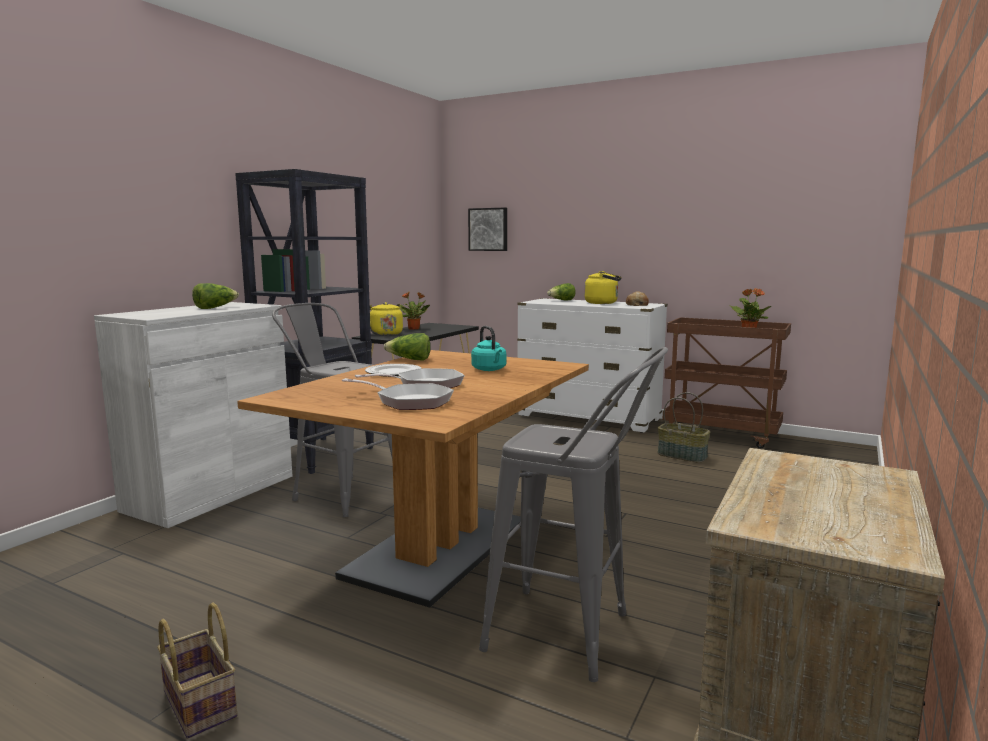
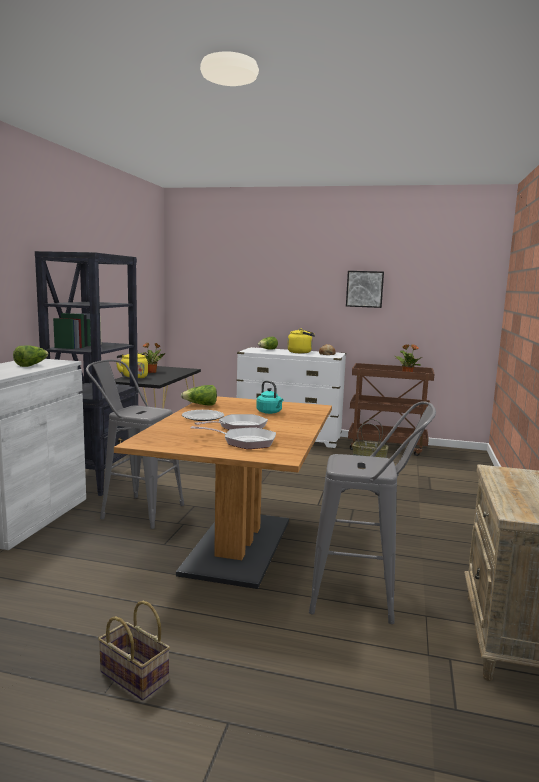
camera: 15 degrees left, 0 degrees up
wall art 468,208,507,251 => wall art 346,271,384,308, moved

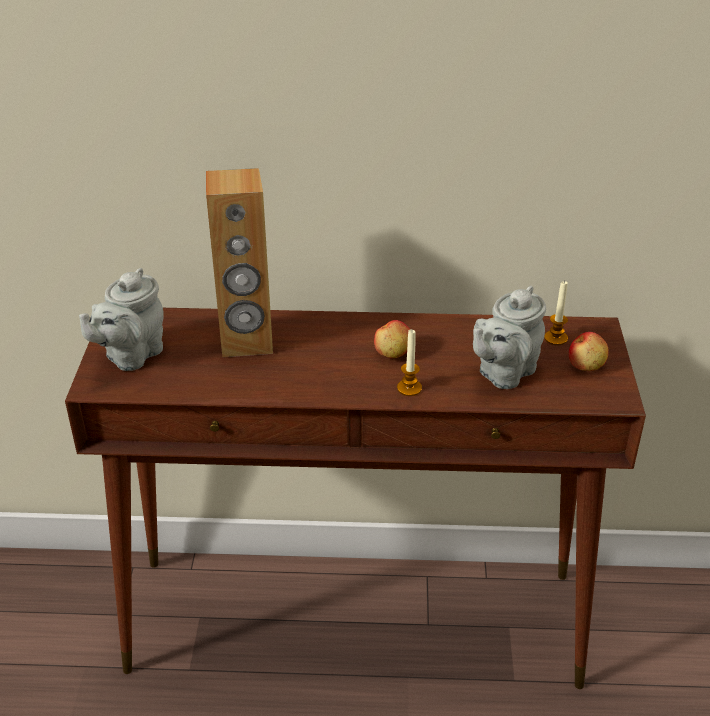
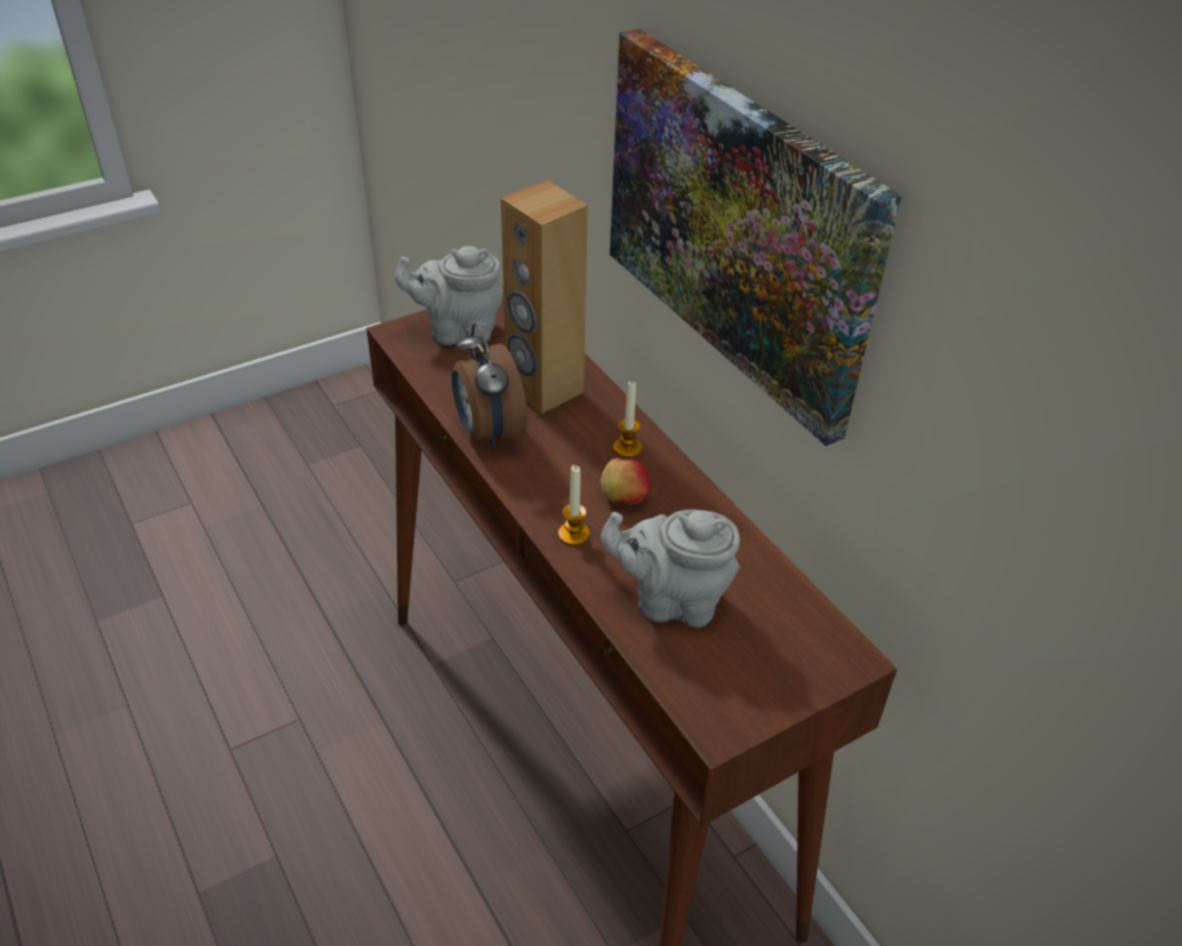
camera: 55 degrees right, 5 degrees up
wax light 544,281,568,345 => wax light 613,381,642,458, moved
apple fruit 569,332,609,371 => nothing
nothing => wall art 610,28,902,446
nothing => alarm clock 452,324,528,449

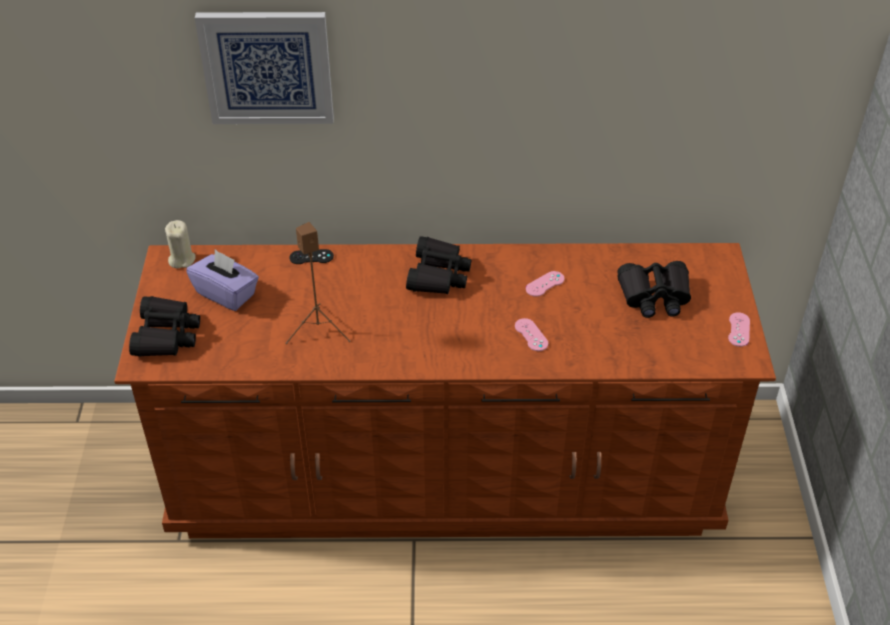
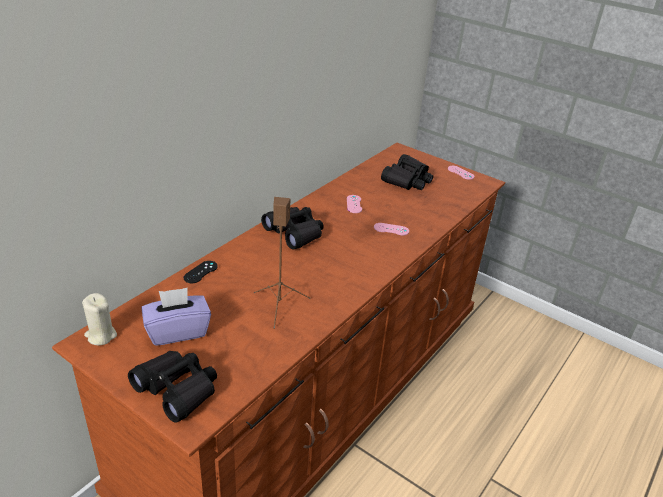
camera: 55 degrees left, 10 degrees down
wall art 195,12,334,124 => nothing

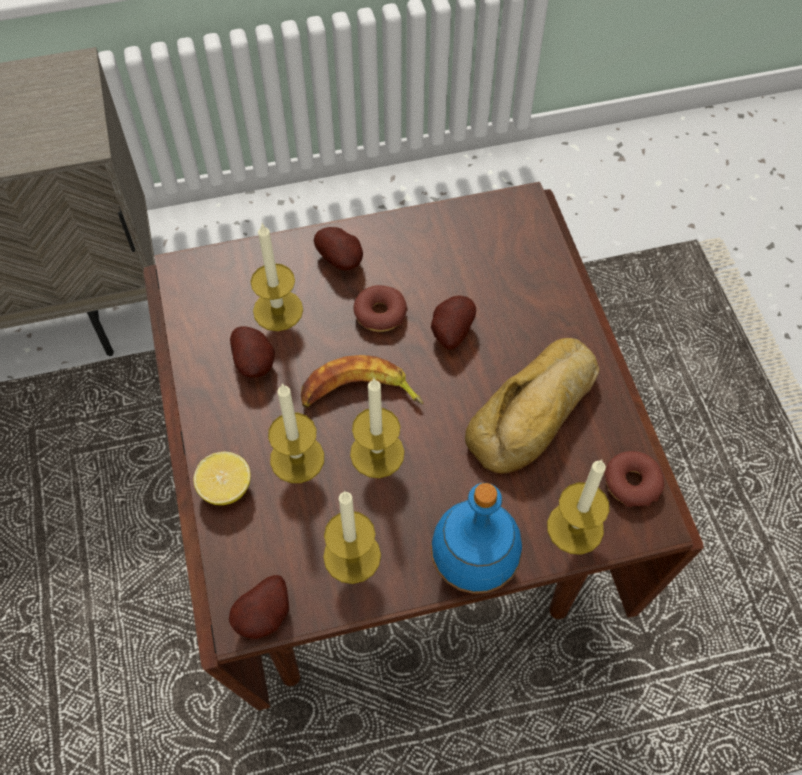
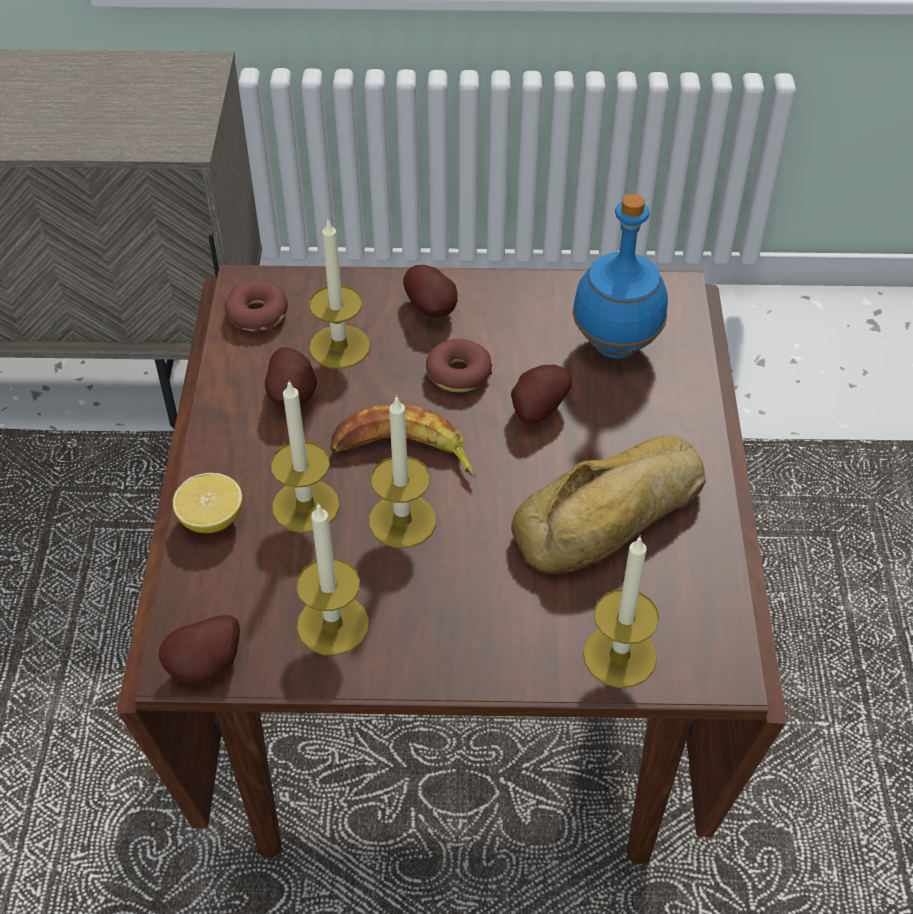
camera: 15 degrees right, 10 degrees down
donut 605,451,664,507 => donut 225,280,288,332, moved
blue drink bottle 431,483,522,594 => blue drink bottle 572,194,668,359, moved

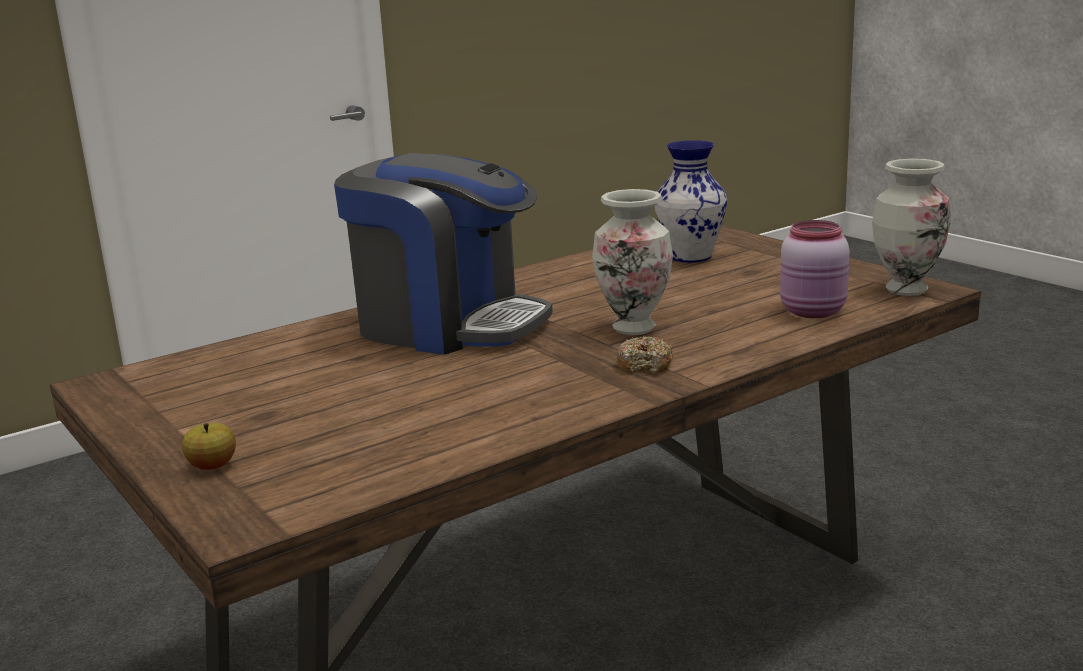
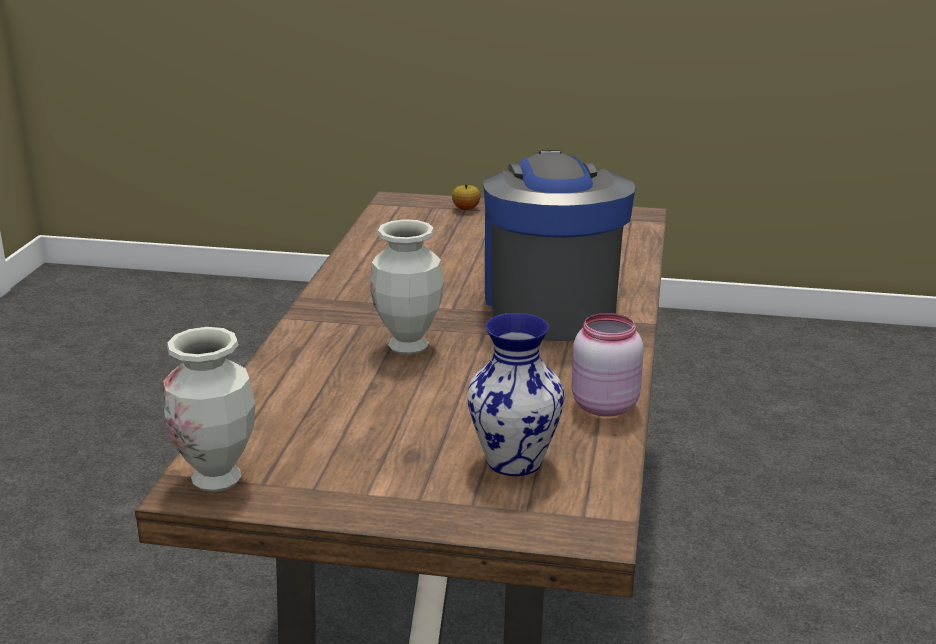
camera: 135 degrees right, 5 degrees up
coffee machine 334,153,553,355 => coffee machine 483,150,635,341, 105 degrees clockwise
pinkish jar 780,220,850,318 => pinkish jar 572,313,644,417, moved
donut 616,336,673,373 => nothing

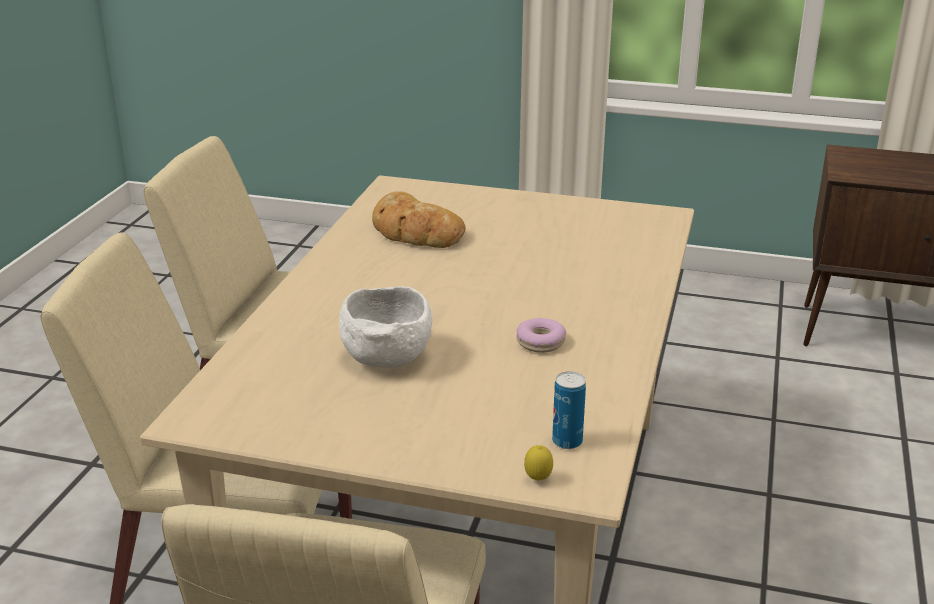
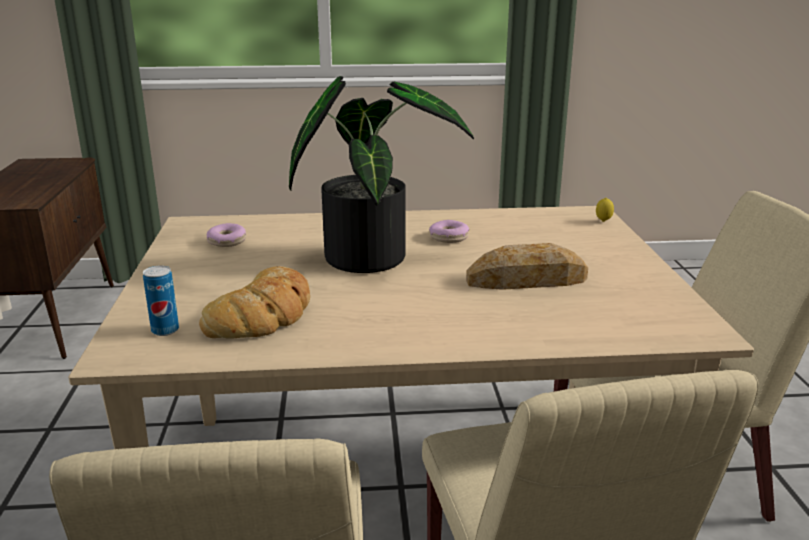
camera: 110 degrees left, 5 degrees down
whitish deep dish 339,286,432,368 => bakery bread 466,243,588,290
metal can 552,371,586,449 => metal can 143,265,179,336, moved
nothing => houseplant 289,76,474,273
nothing => donut 207,223,246,247

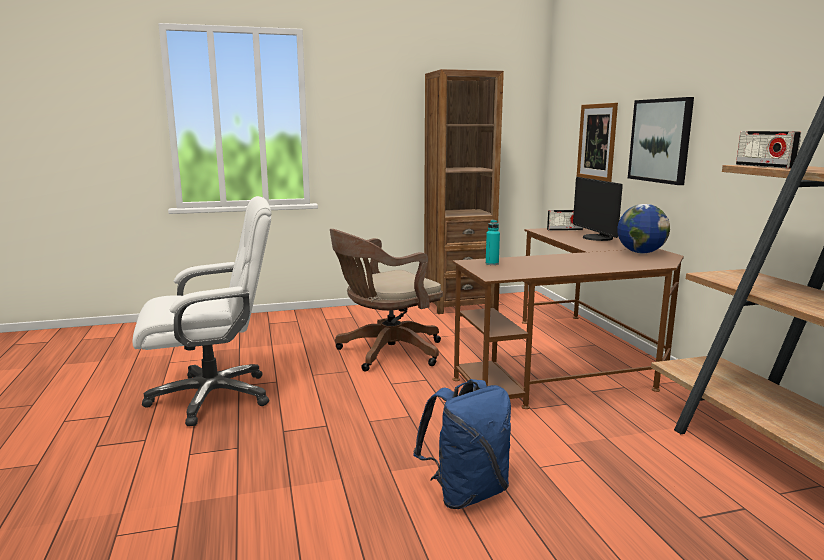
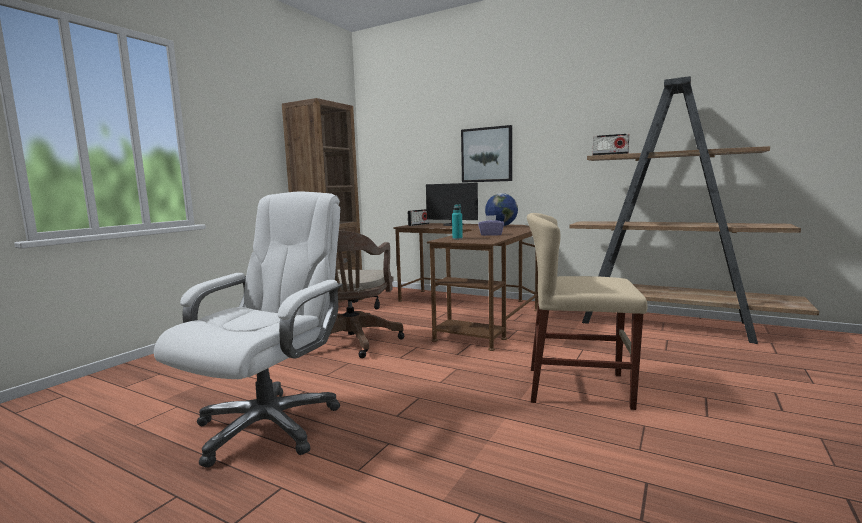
camera: 45 degrees left, 5 degrees down
wall art 577,103,618,182 => nothing
blue knapsack 413,379,511,509 => beige chair 527,213,647,410
nothing => purple-coloured box of tissues 478,215,504,236

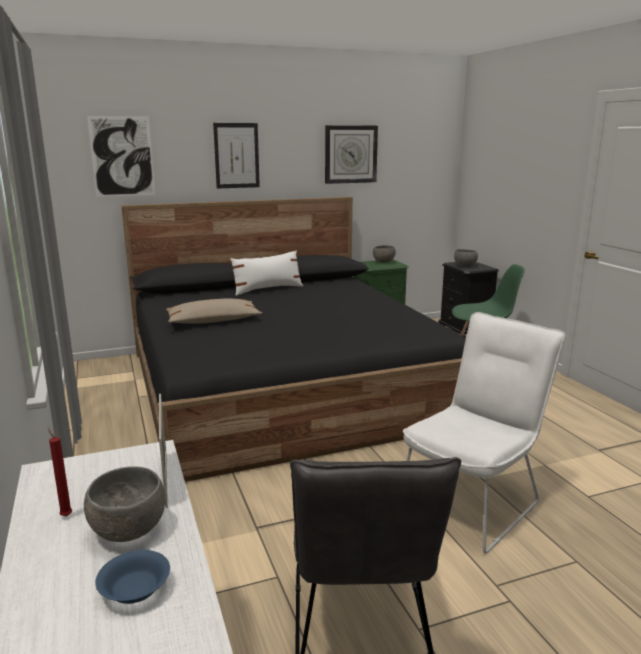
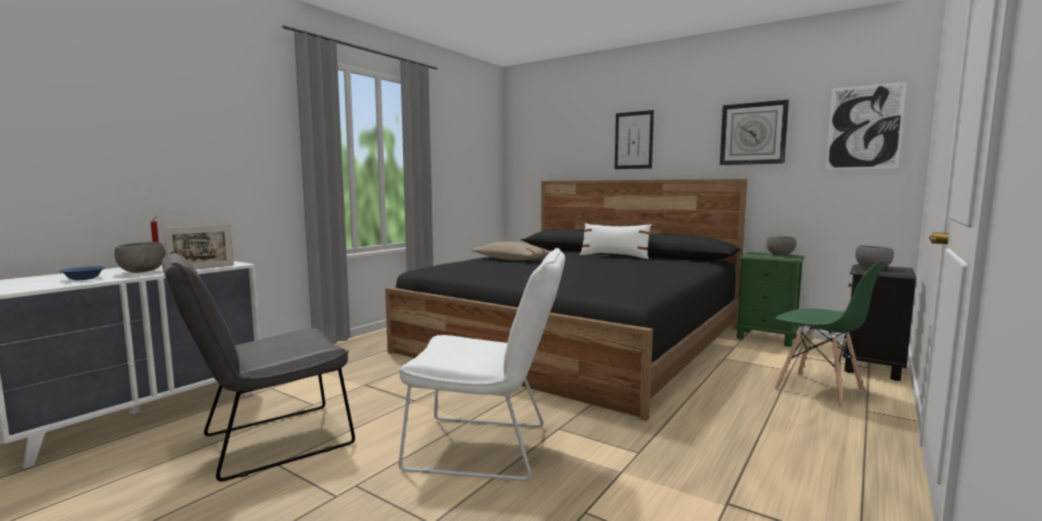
camera: 55 degrees right, 10 degrees down
wall art 87,116,155,197 => wall art 826,82,906,169, moved

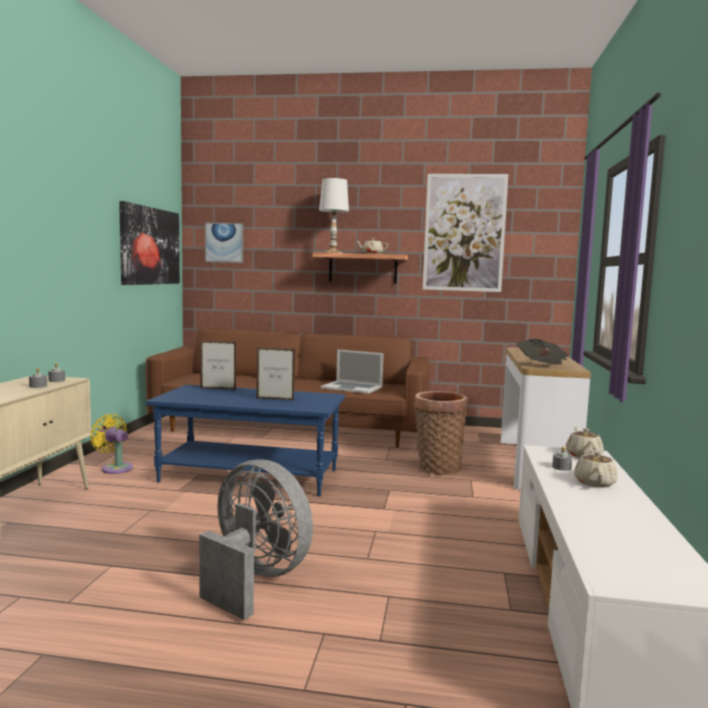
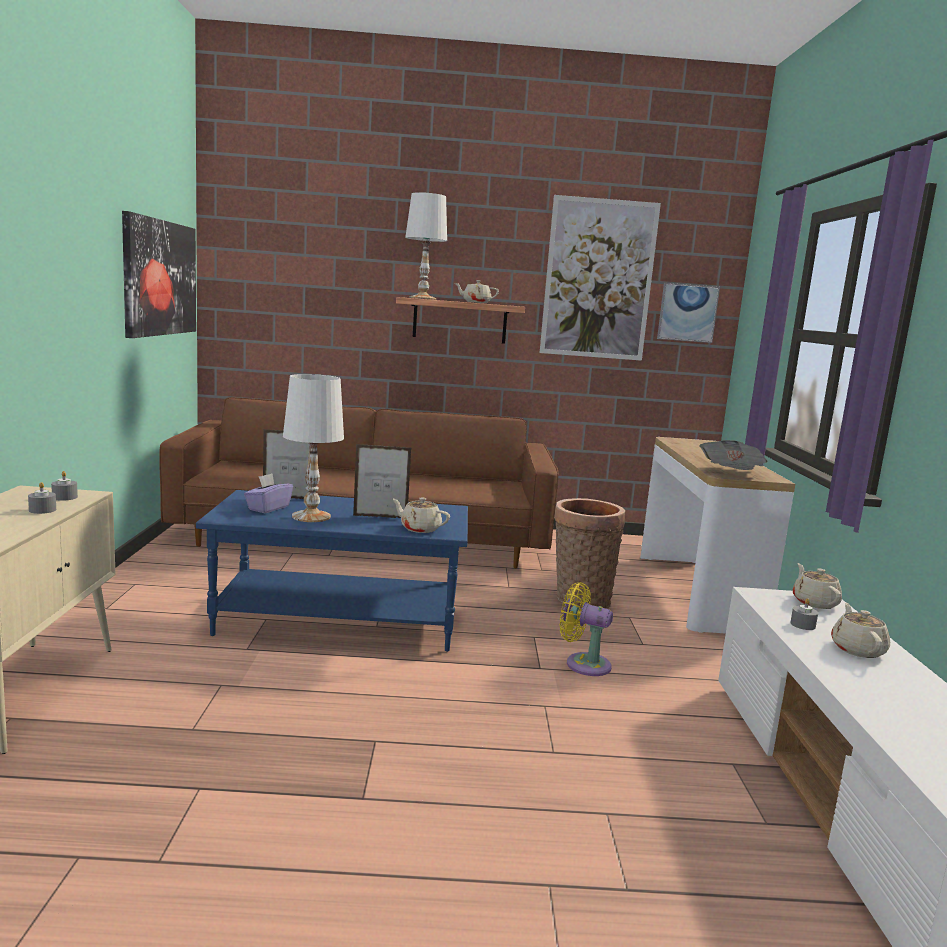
camera: 10 degrees left, 5 degrees up
wall art 205,223,243,263 => wall art 657,283,720,343, moved
portable computer 321,349,383,394 => nothing
yellow-coloured cooling fan 90,414,133,474 => yellow-coloured cooling fan 559,582,613,676, moved
gray cooling fan 199,459,313,620 => nothing
nothing => whitish lamp for a table 283,374,344,522
nothing => purple-coloured box of tissues 244,473,293,513
nothing => beige tea pot 392,497,450,533

